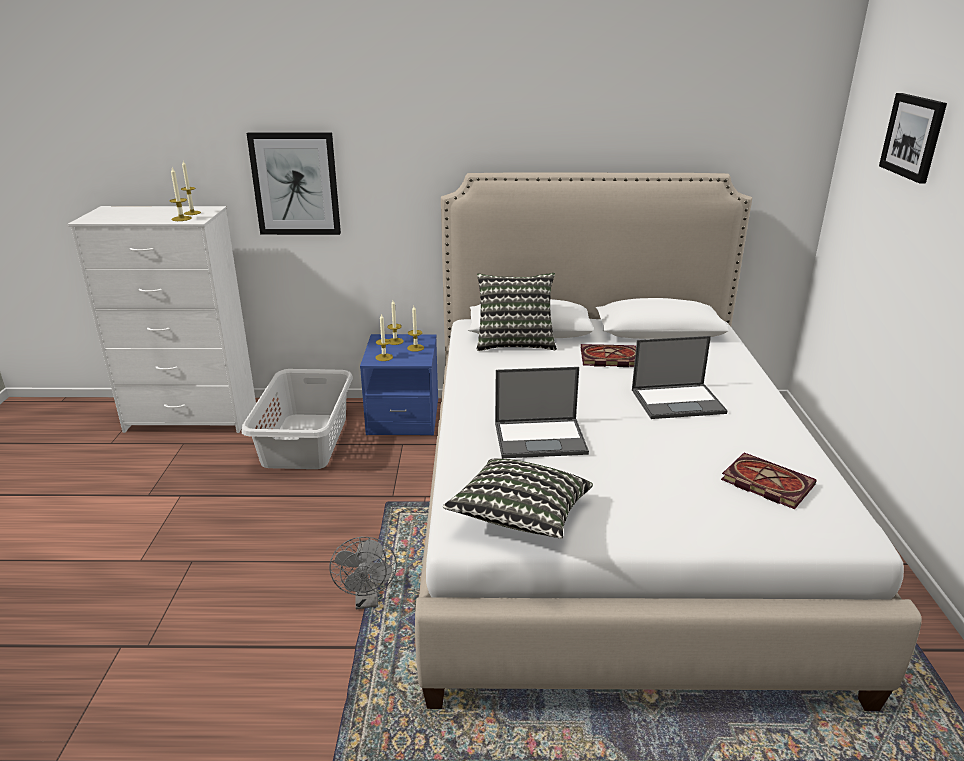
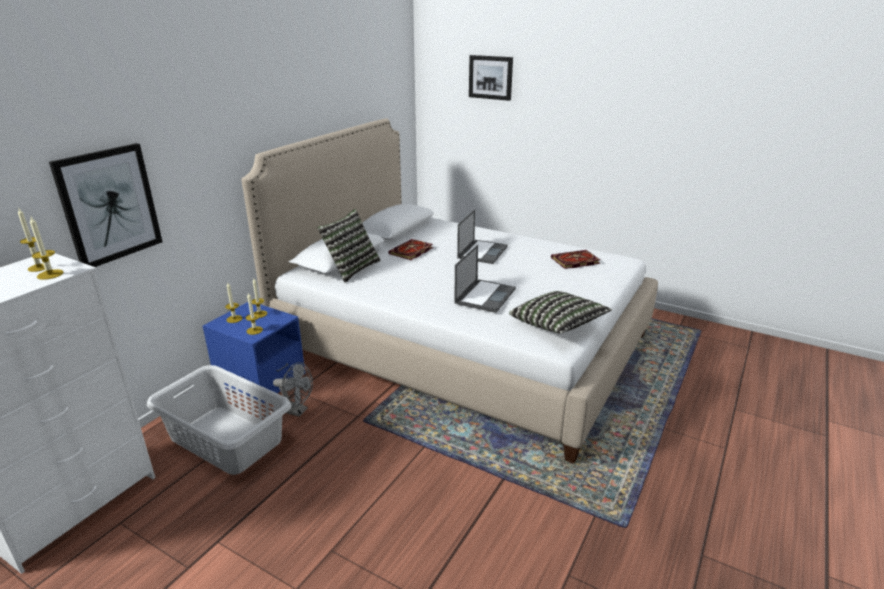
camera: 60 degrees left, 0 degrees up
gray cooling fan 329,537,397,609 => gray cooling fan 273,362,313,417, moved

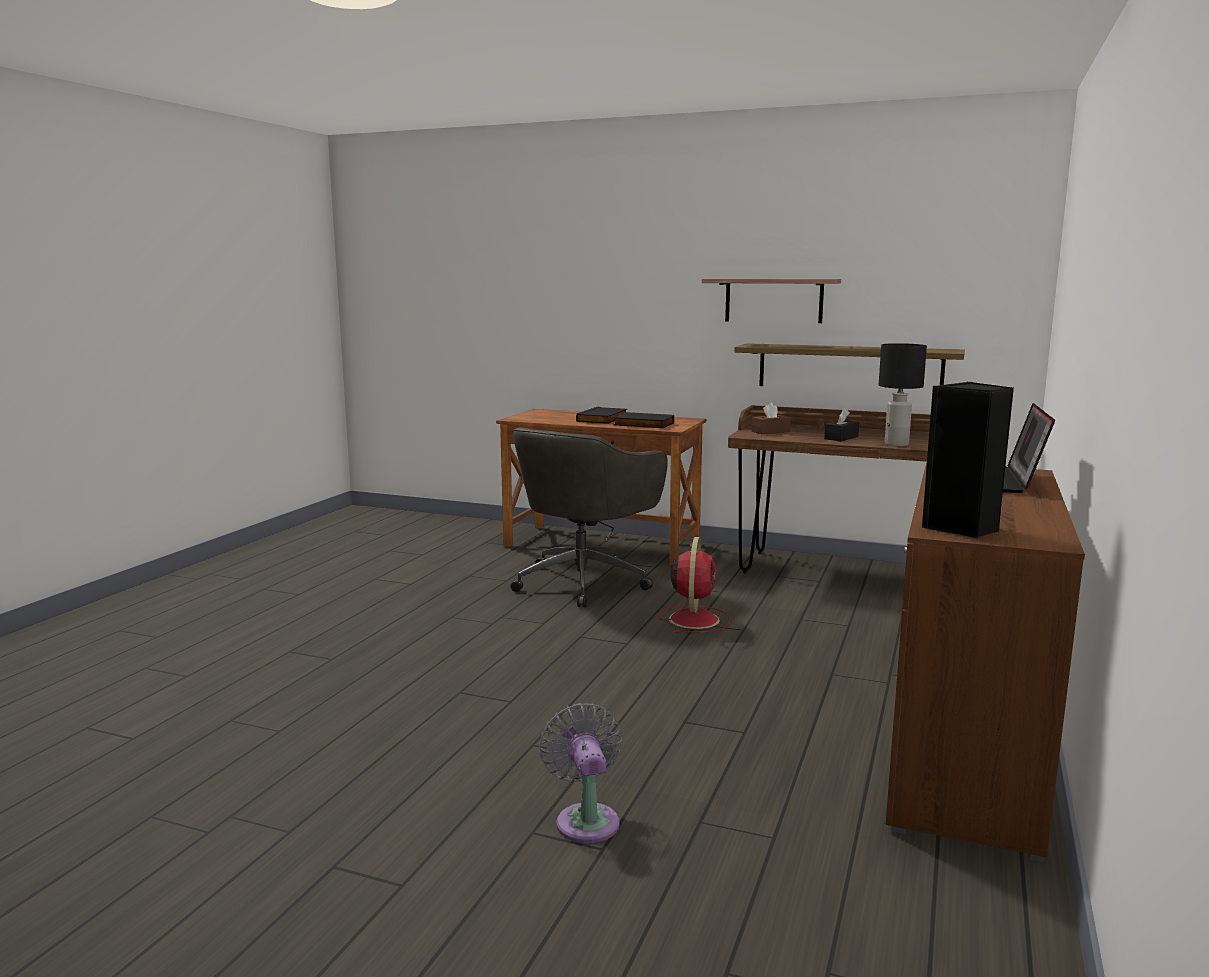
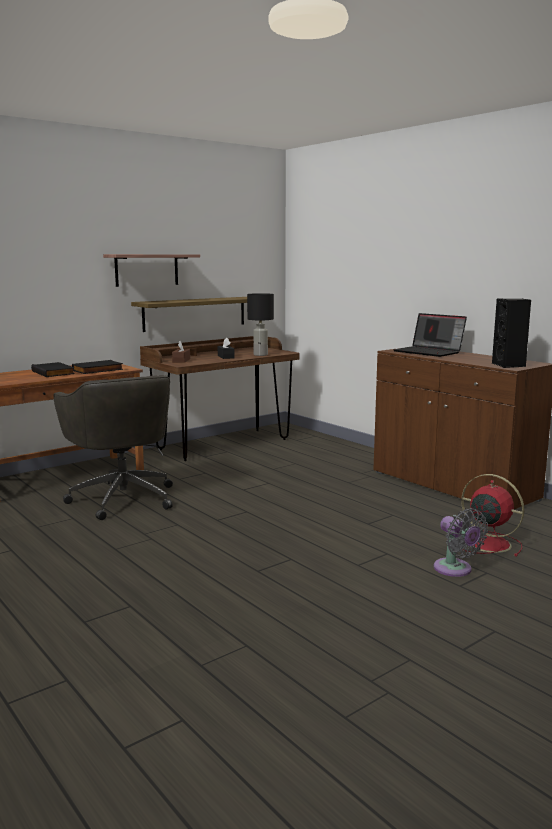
camera: 60 degrees left, 0 degrees up
red cooling fan 658,537,730,633 => red cooling fan 461,474,524,557, moved
gray cooling fan 539,703,623,843 => gray cooling fan 434,508,488,577, 135 degrees counterclockwise

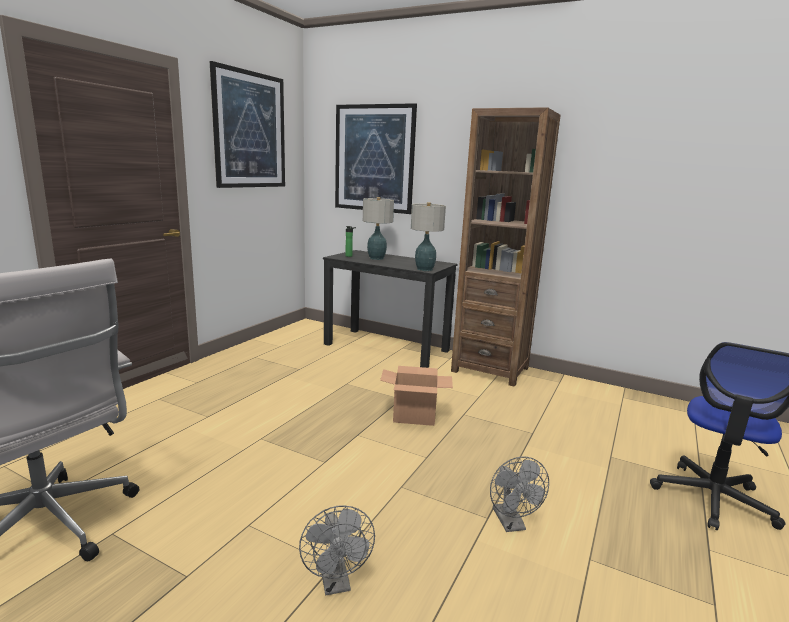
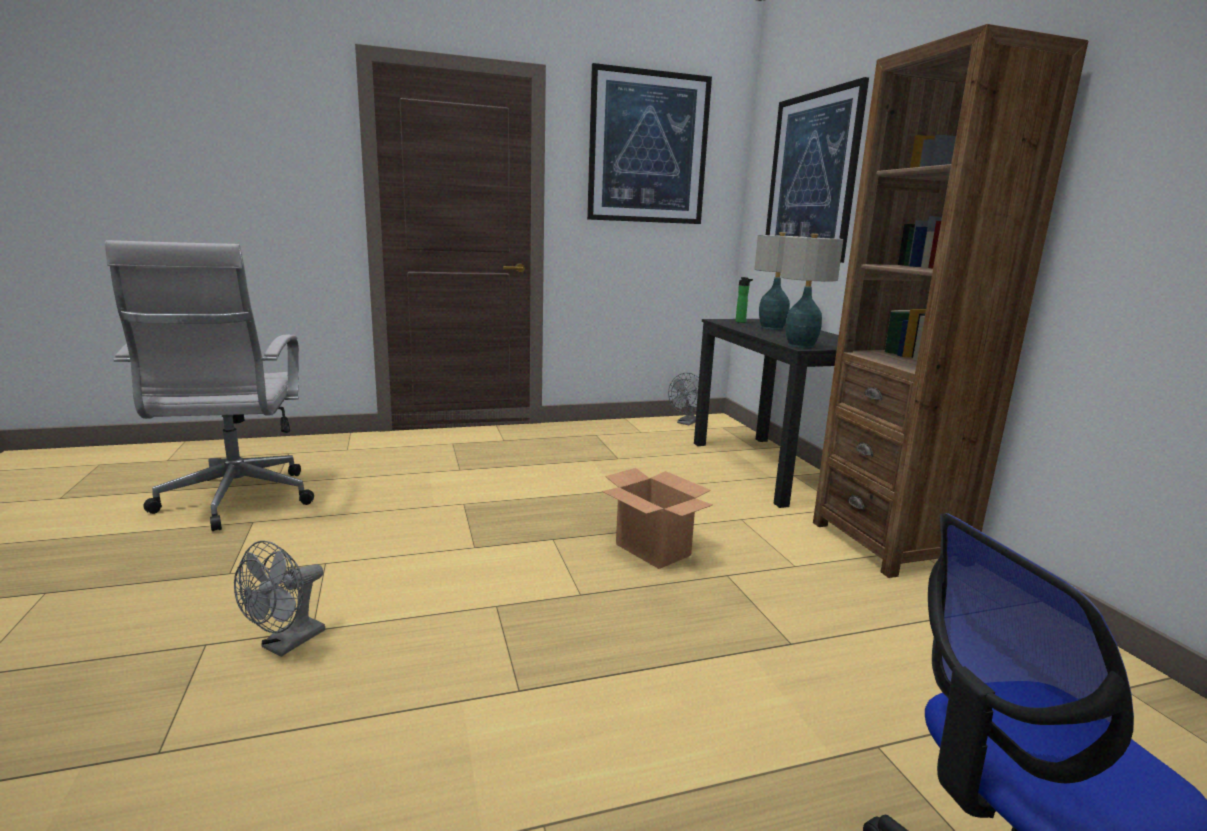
camera: 45 degrees right, 0 degrees up
gray cooling fan 490,456,549,532 => gray cooling fan 668,373,699,425, moved

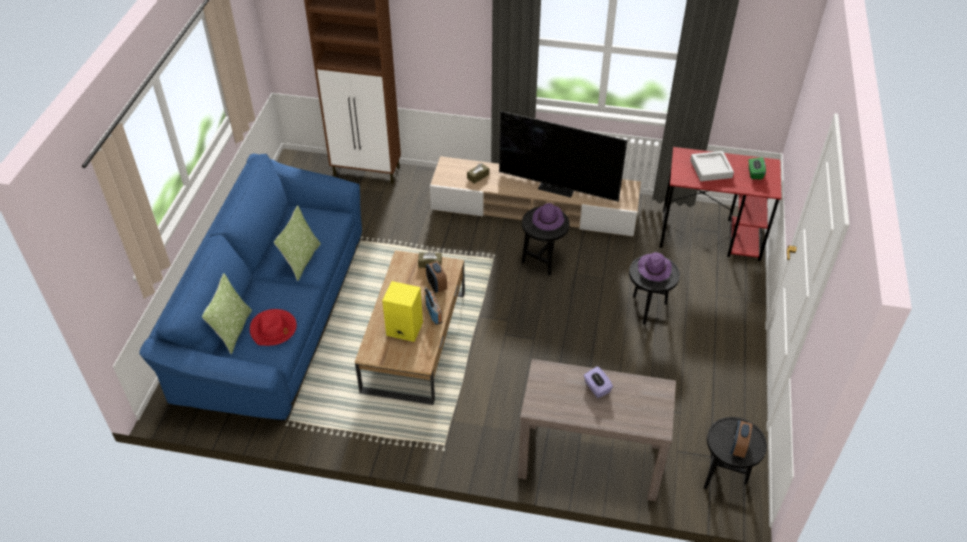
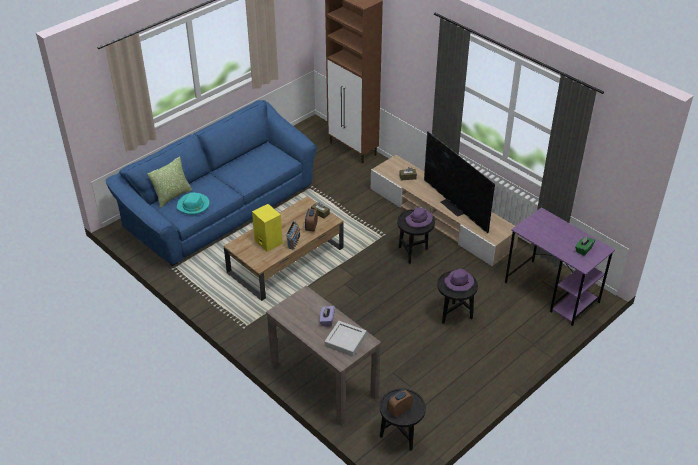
camera: 35 degrees right, 5 degrees down
red desk table 659,147,782,261 => purple-coloured desk table 505,207,615,326
gray serving tray 690,151,734,181 => gray serving tray 325,321,367,357, moved
pillow 274,206,321,281 => nothing
red wearable hat 250,309,297,346 => blue-green wearable hat 177,192,210,215

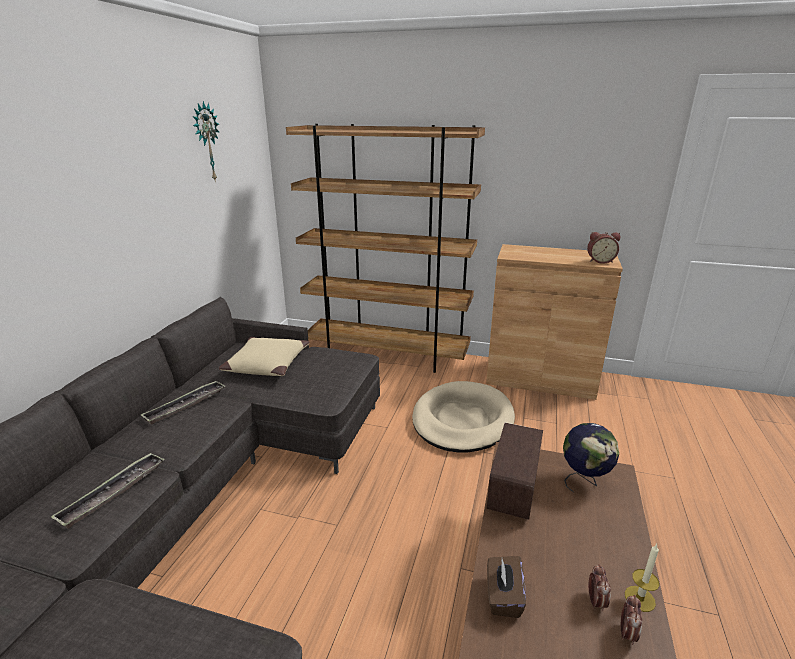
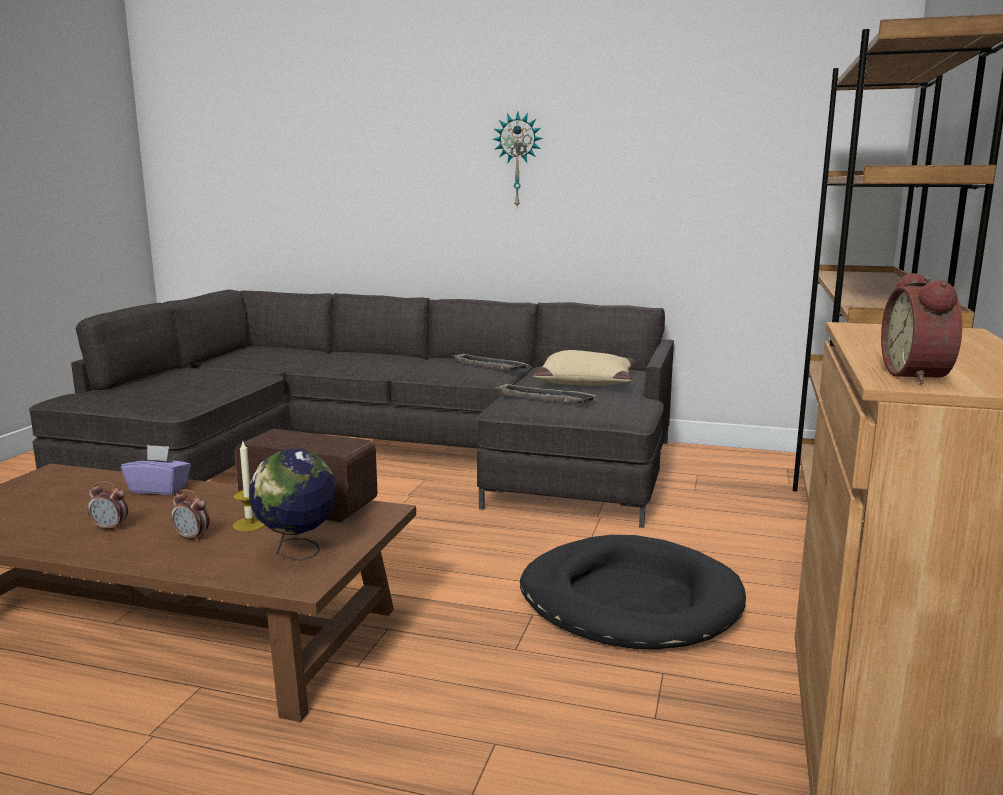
camera: 90 degrees right, 10 degrees down
clock on the wall 192,101,220,180 => clock on the wall 493,111,543,207, moved
beige pet bed 412,381,515,453 => black pet bed 520,535,746,649
serving tray 50,453,165,529 => serving tray 496,383,596,404, moved
wax light 625,544,659,612 => wax light 233,442,266,531, moved
brownish box of tissues 487,556,526,618 => purple-coloured box of tissues 121,445,191,495
alarm clock 621,595,642,645 => alarm clock 171,489,210,541, moved

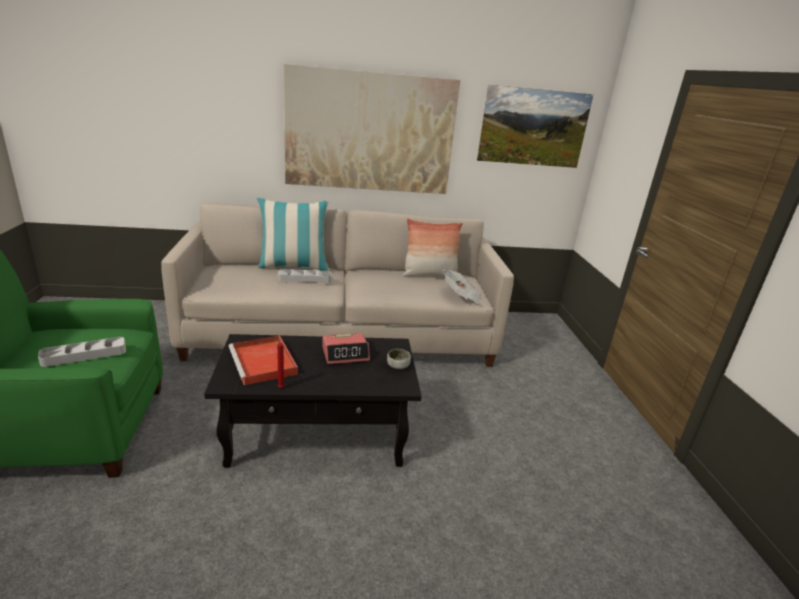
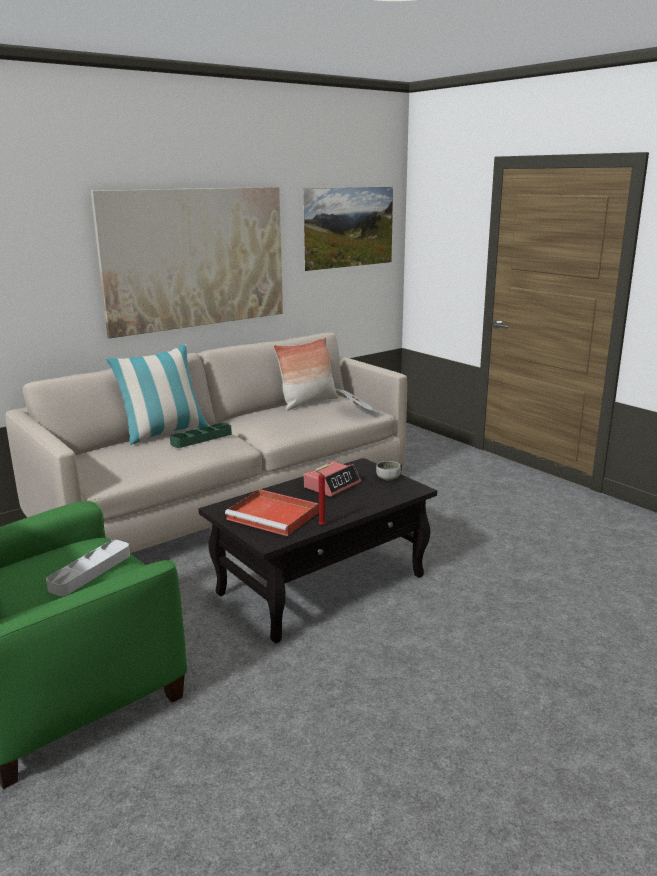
camera: 30 degrees left, 5 degrees down
gray serving tray 278,269,332,283 => green-coloured serving tray 170,423,232,448

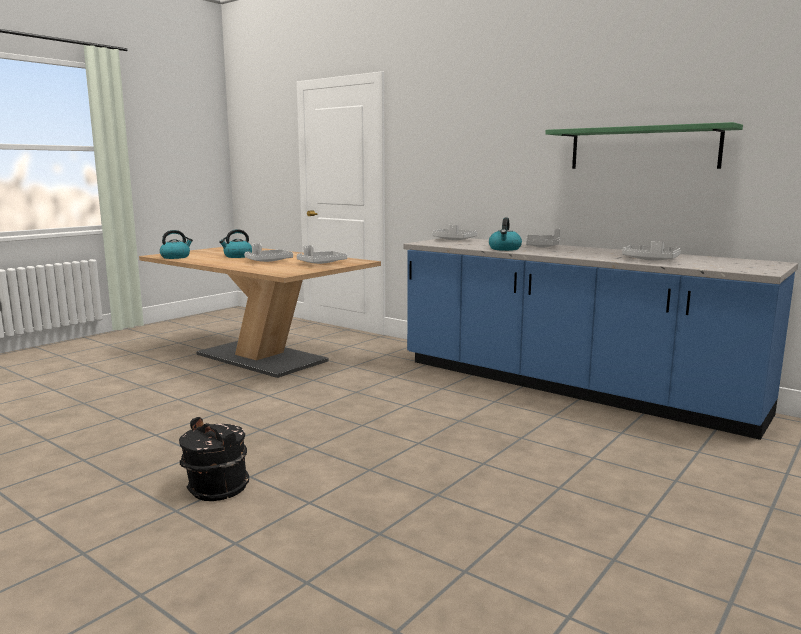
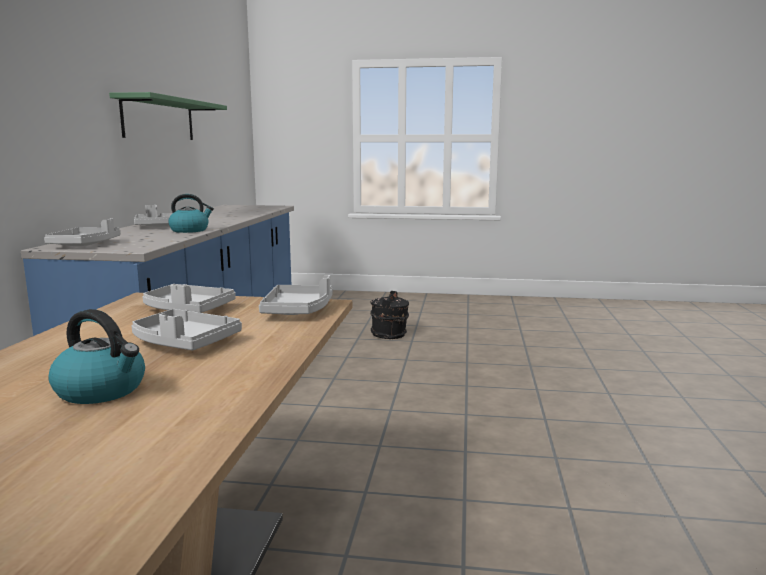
camera: 120 degrees left, 0 degrees up
kettle 160,230,193,259 => nothing
gray serving tray 622,241,681,260 => gray serving tray 259,275,333,315, moved
black pail 179,417,249,501 => black pail 370,291,409,339, moved

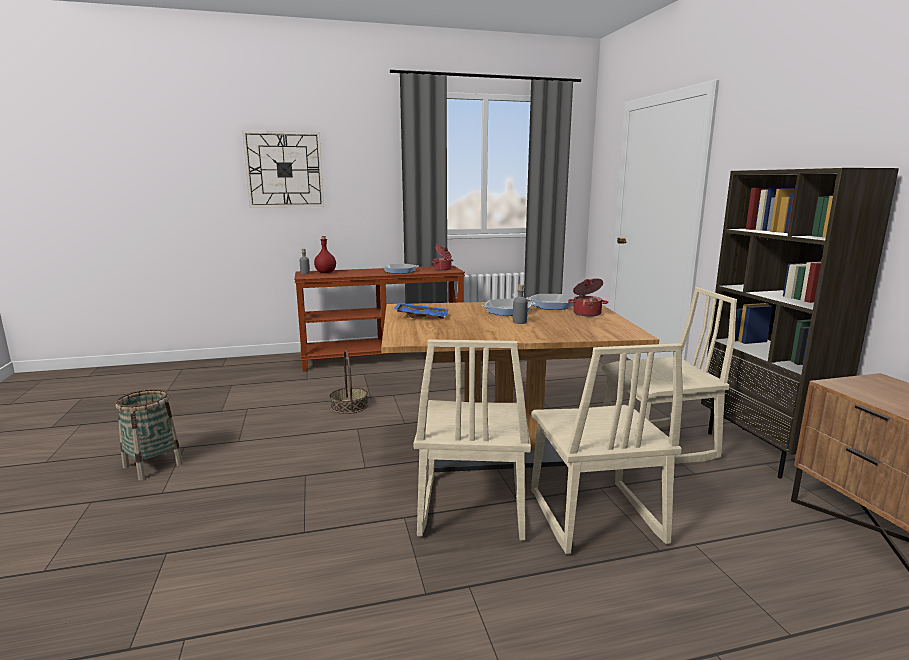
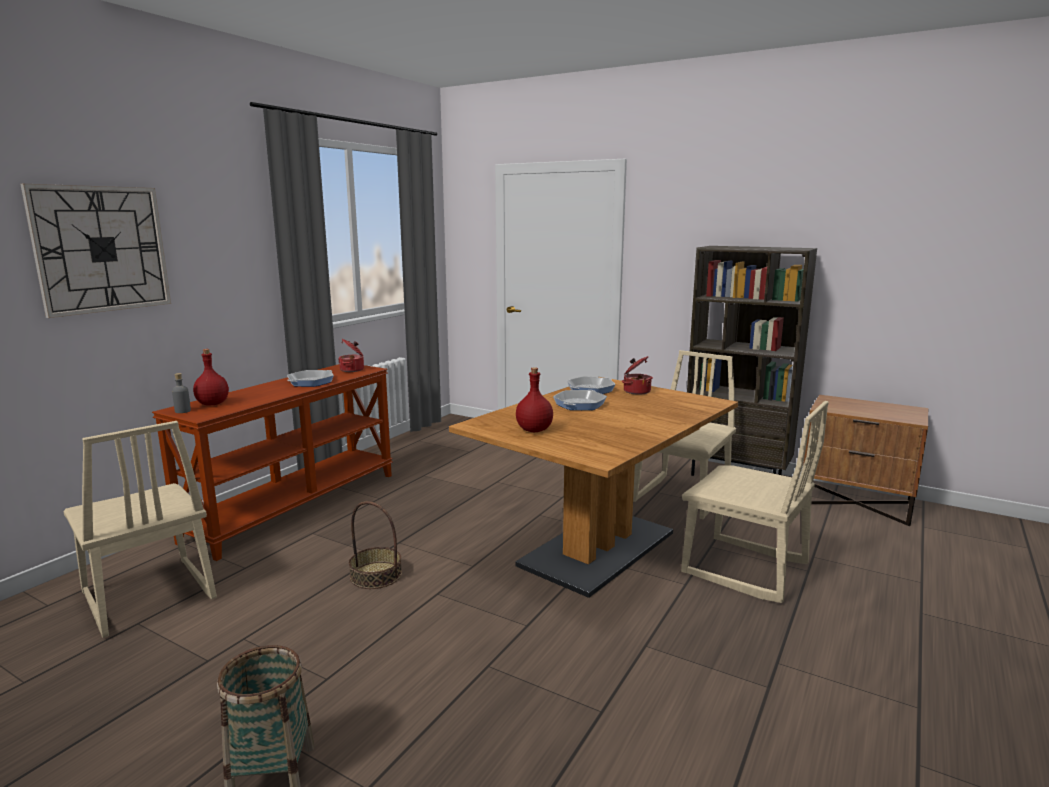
camera: 45 degrees left, 0 degrees up
gray drink bottle 513,284,528,324 => nothing
blue serving tray 394,302,449,319 => red drink bottle 516,367,553,432
beige chair 413,339,531,541 => beige chair 63,421,217,638, moved

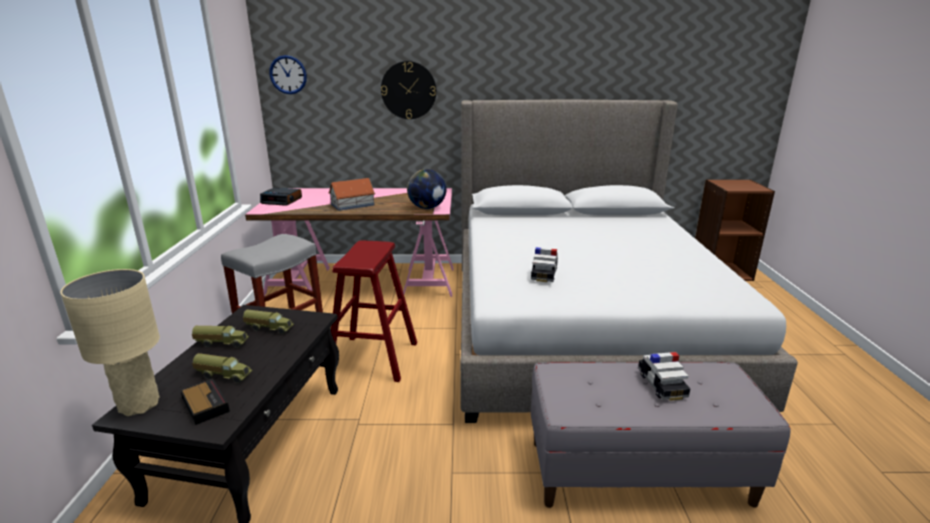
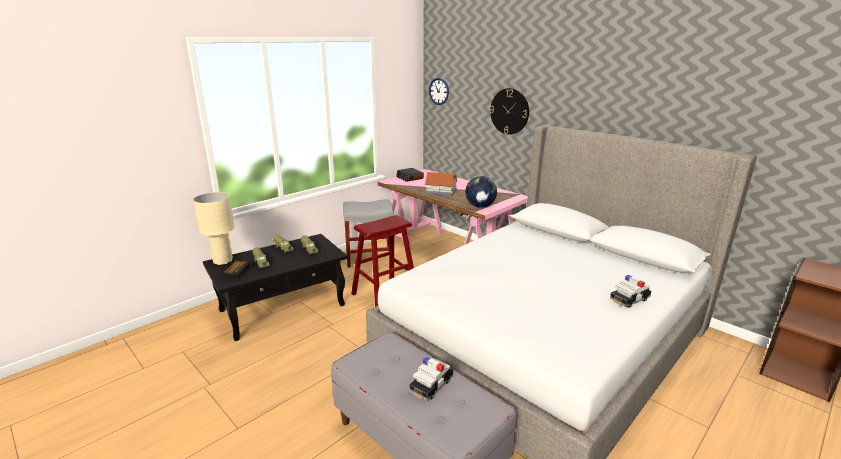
camera: 45 degrees right, 0 degrees up
model car 531,247,558,282 => model car 610,275,651,308, moved

